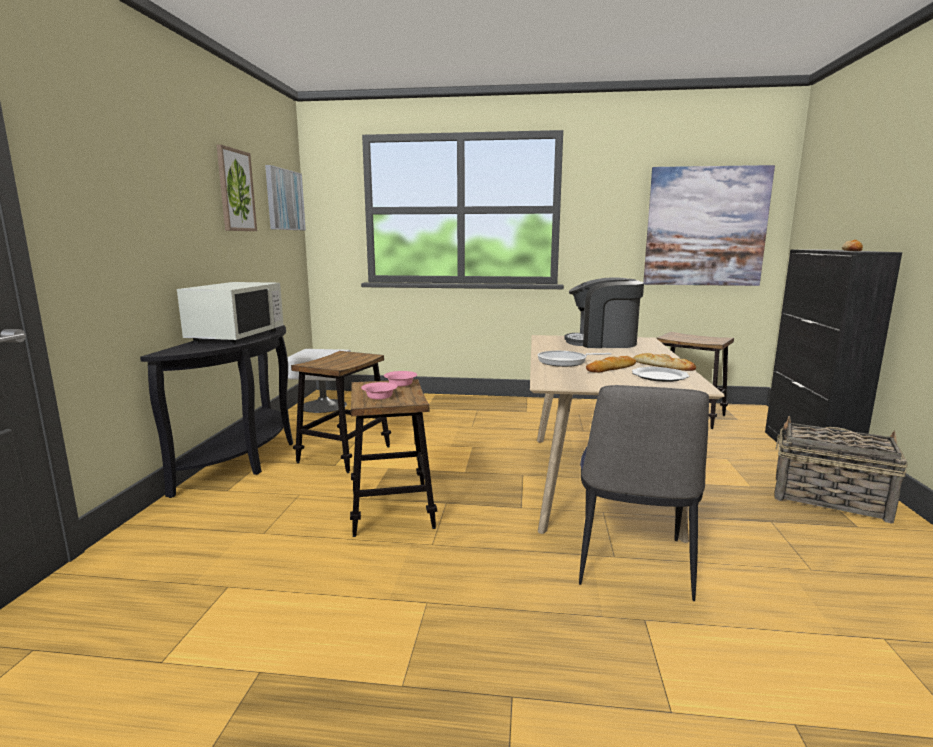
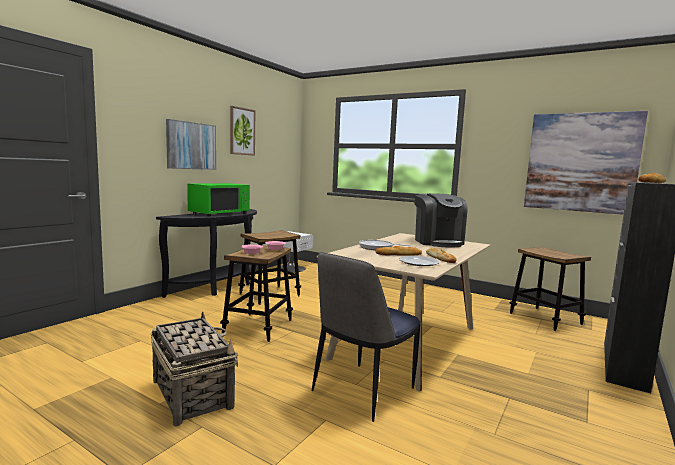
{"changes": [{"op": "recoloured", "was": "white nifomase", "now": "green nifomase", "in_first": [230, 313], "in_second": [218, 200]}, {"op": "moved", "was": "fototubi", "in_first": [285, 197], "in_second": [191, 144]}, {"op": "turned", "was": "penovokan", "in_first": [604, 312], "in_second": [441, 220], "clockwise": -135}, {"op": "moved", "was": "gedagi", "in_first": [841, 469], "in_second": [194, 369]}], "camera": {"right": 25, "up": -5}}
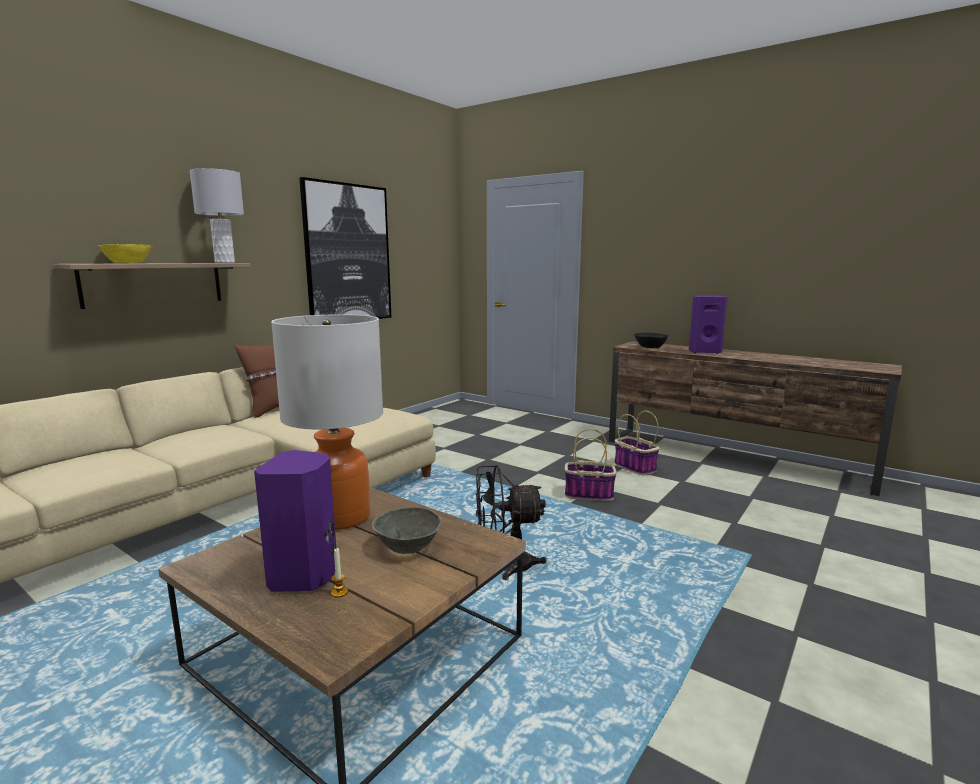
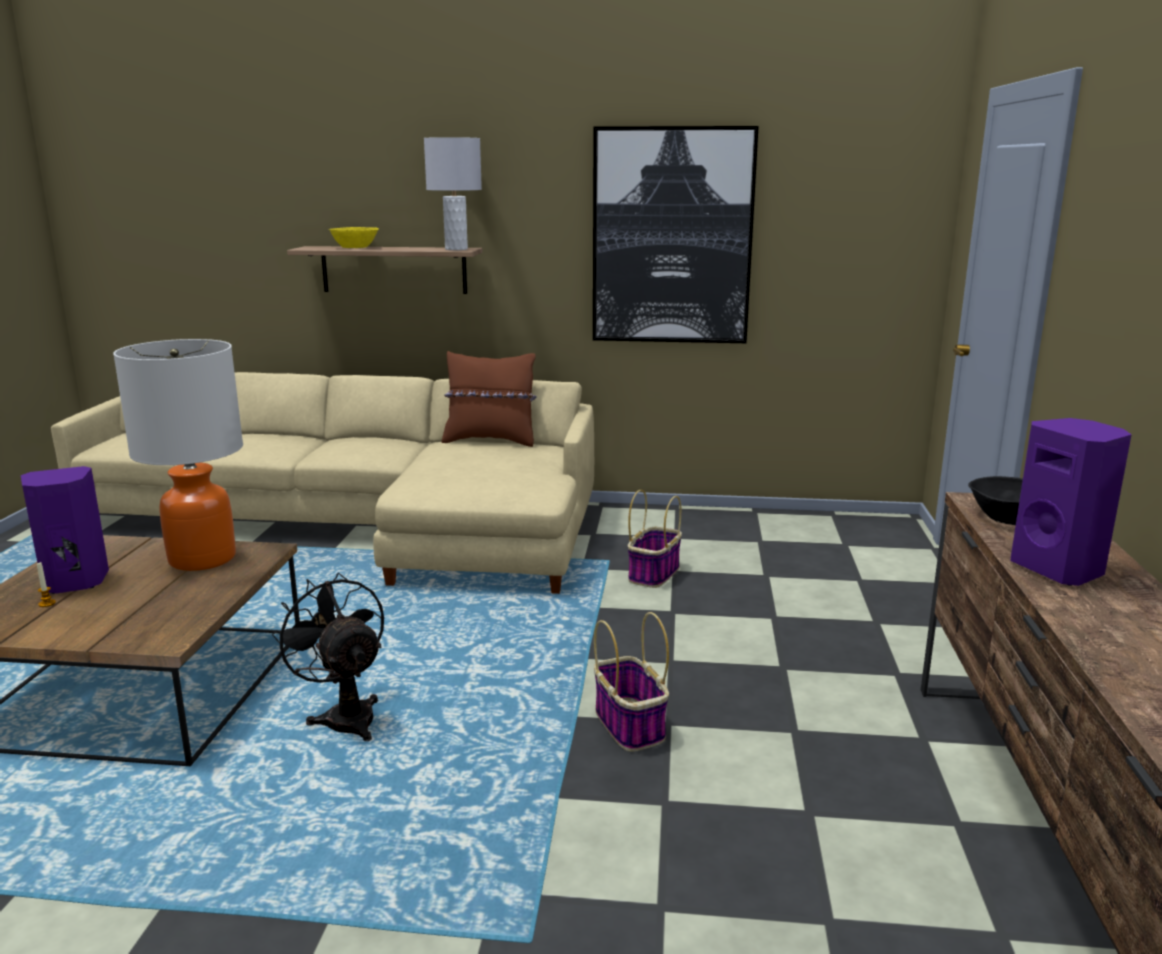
{"changes": [{"op": "removed", "was": "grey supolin", "in_first": [407, 530]}, {"op": "moved", "was": "gedagi", "in_first": [637, 443], "in_second": [655, 539]}], "camera": {"right": 60, "up": 5}}
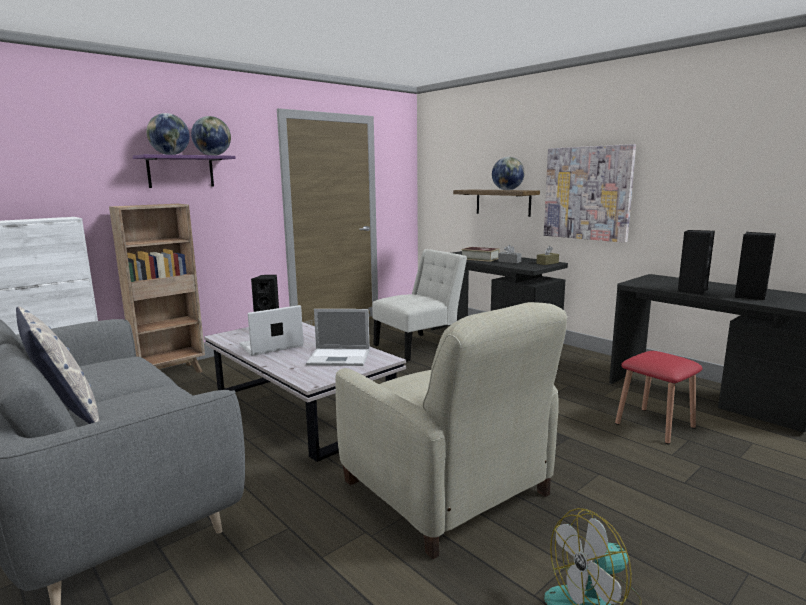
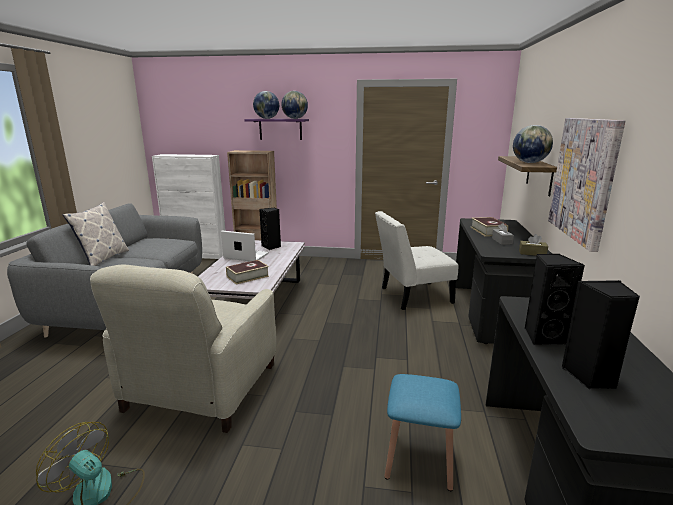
{"changes": [{"op": "replaced", "was": "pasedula", "now": "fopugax", "in_first": [337, 337], "in_second": [247, 272]}, {"op": "turned", "was": "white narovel", "in_first": [419, 305], "in_second": [416, 260], "clockwise": 150}, {"op": "recoloured", "was": "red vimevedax", "now": "blue vimevedax", "in_first": [659, 397], "in_second": [422, 432]}], "camera": {"right": 50, "up": 5}}
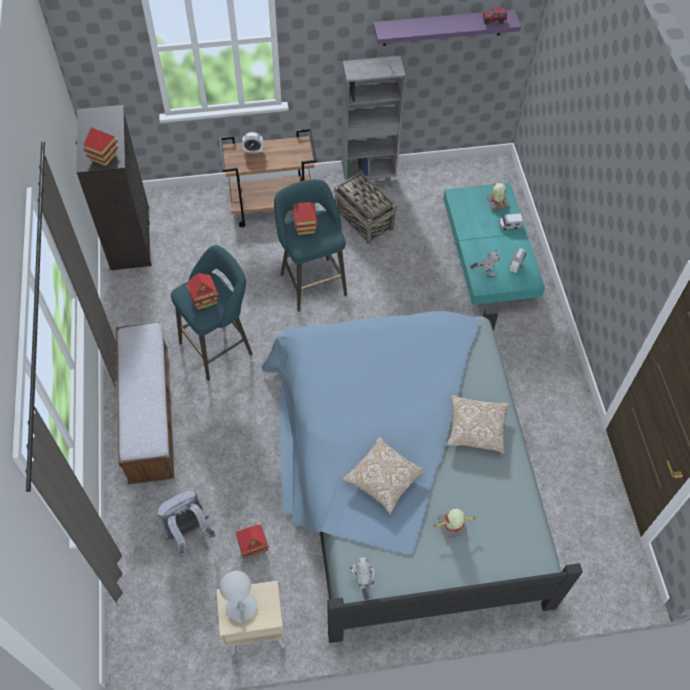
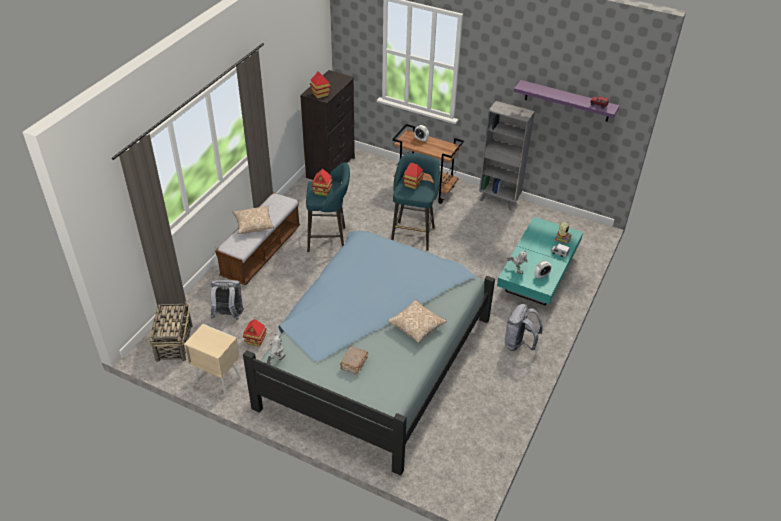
{"changes": [{"op": "removed", "was": "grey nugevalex", "in_first": [238, 596]}, {"op": "moved", "was": "gedagi", "in_first": [366, 207], "in_second": [171, 331]}, {"op": "moved", "was": "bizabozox", "in_first": [383, 476], "in_second": [253, 220]}, {"op": "replaced", "was": "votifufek", "now": "brown fopugax", "in_first": [454, 524], "in_second": [354, 360]}, {"op": "added", "now": "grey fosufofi", "in_second": [524, 327]}], "camera": {"right": 35, "up": -15}}
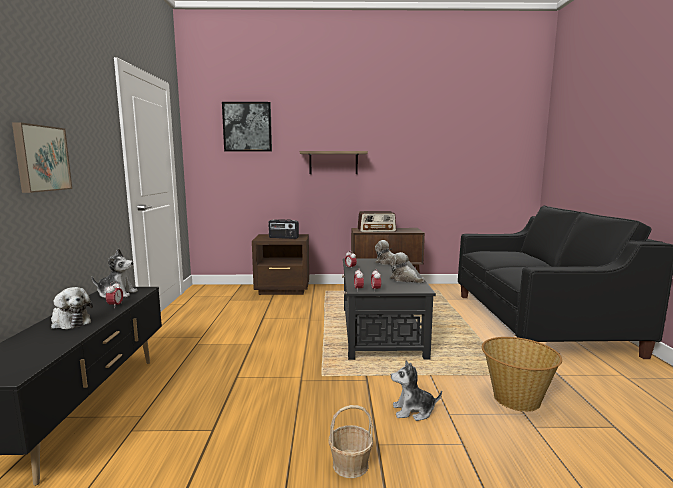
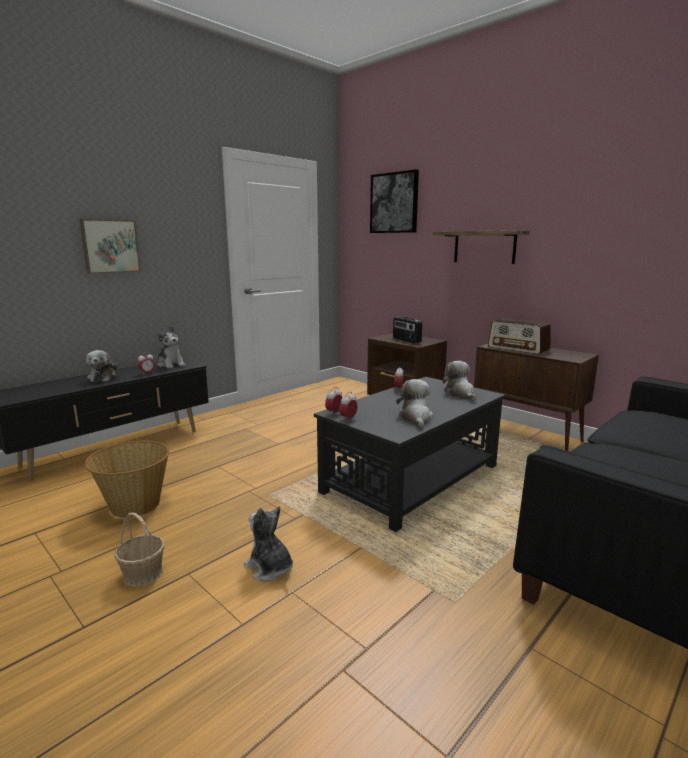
{"changes": [{"op": "moved", "was": "gedagi", "in_first": [522, 374], "in_second": [126, 479]}], "camera": {"right": 45, "up": 5}}
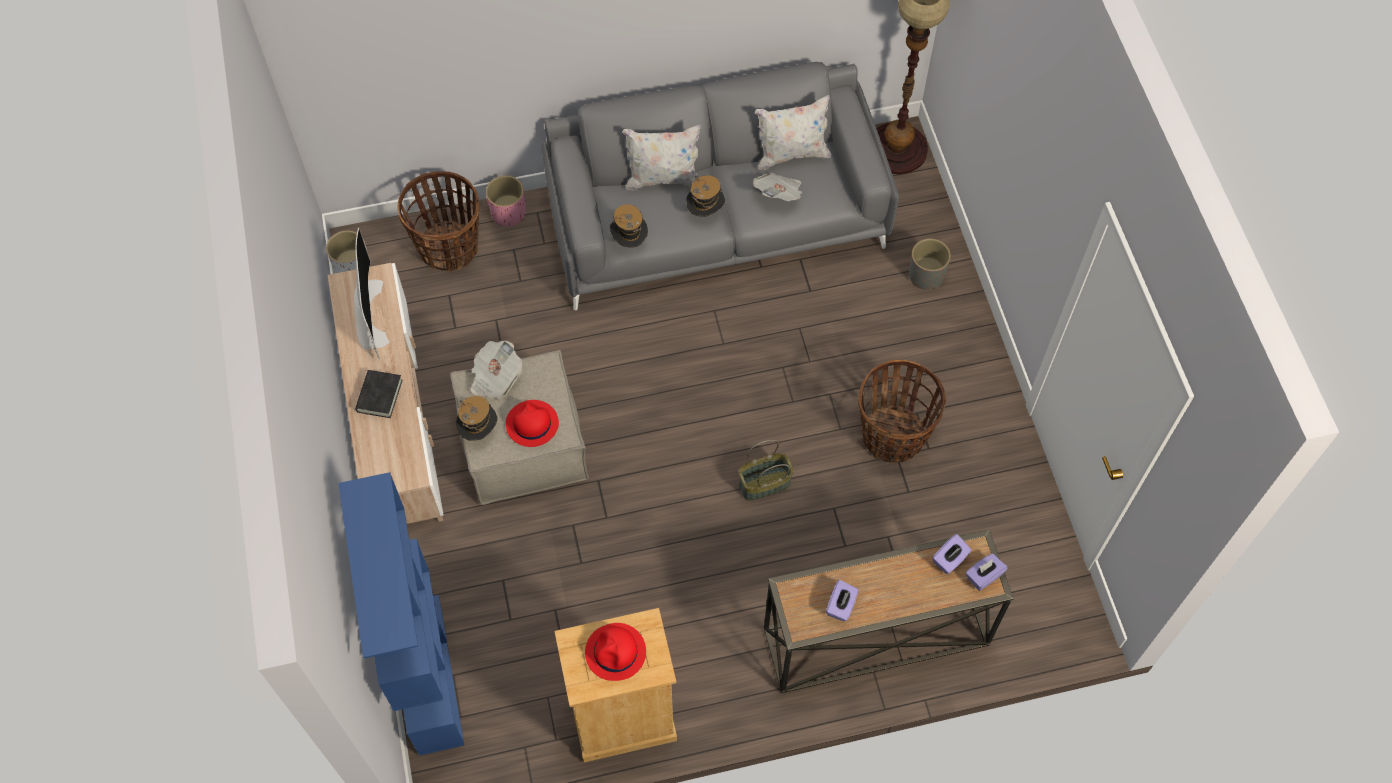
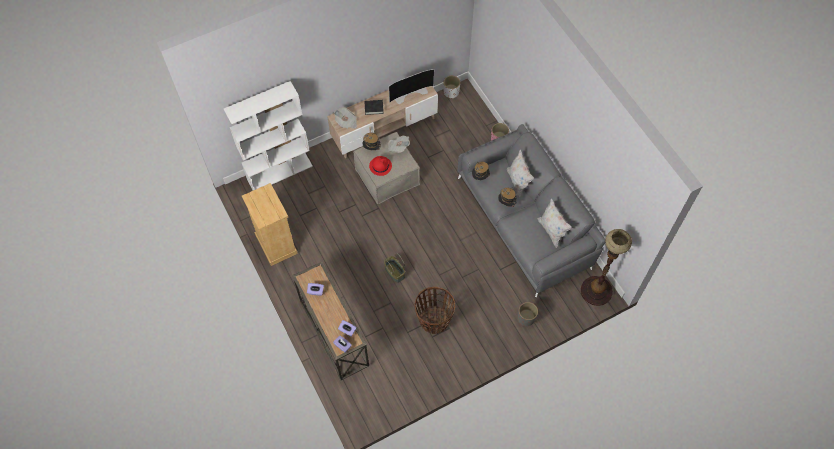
{"changes": [{"op": "recoloured", "was": "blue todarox", "now": "white todarox", "in_first": [401, 614], "in_second": [268, 135]}, {"op": "removed", "was": "gedagi", "in_first": [439, 221]}, {"op": "removed", "was": "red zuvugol", "in_first": [615, 652]}, {"op": "moved", "was": "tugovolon", "in_first": [777, 187], "in_second": [345, 118]}], "camera": {"right": 75, "up": 0}}
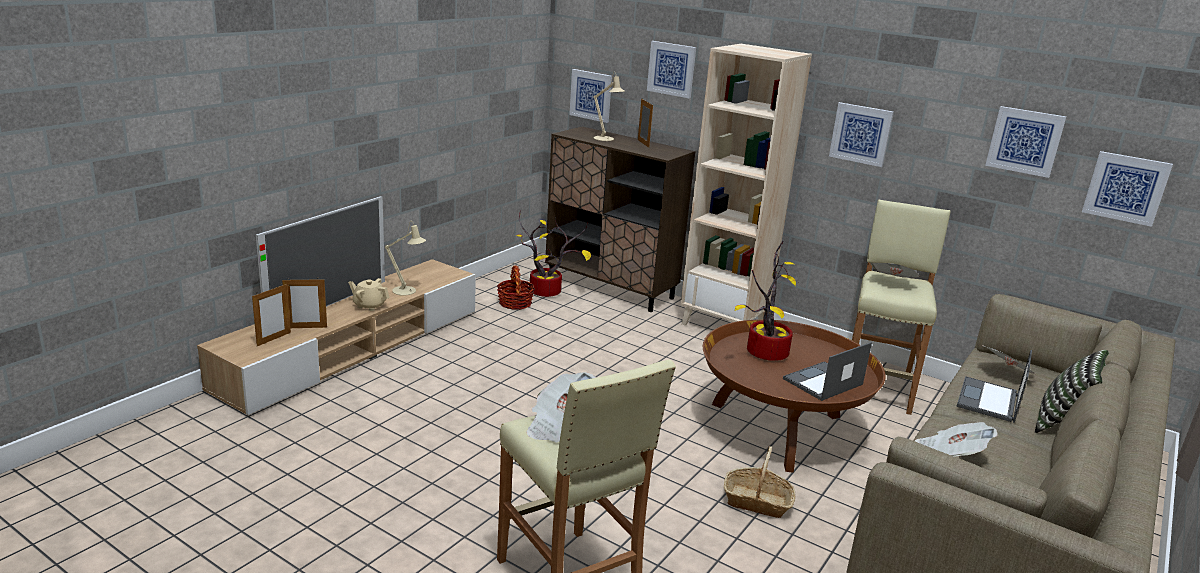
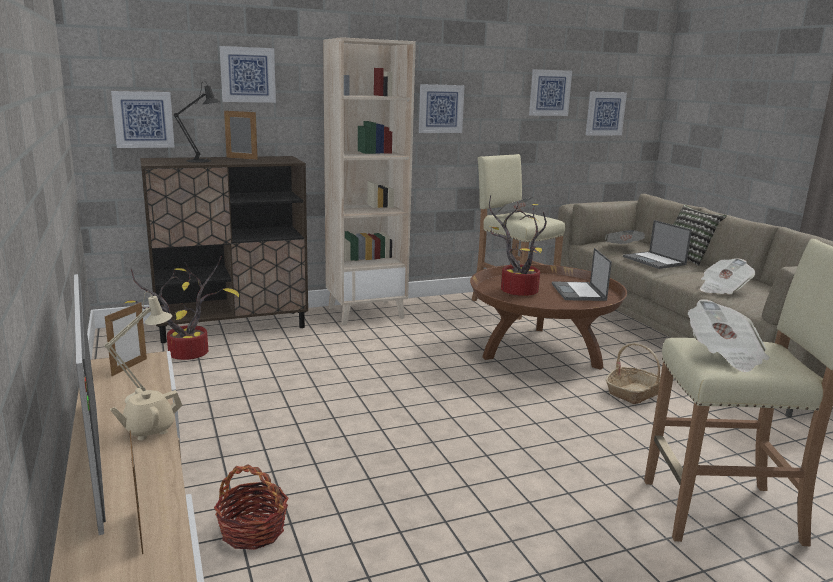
{"changes": [{"op": "moved", "was": "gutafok", "in_first": [304, 303], "in_second": [126, 339]}, {"op": "moved", "was": "gedagi", "in_first": [516, 287], "in_second": [251, 507]}, {"op": "recoloured", "was": "beige nugevalex", "now": "black nugevalex", "in_first": [609, 106], "in_second": [197, 122]}], "camera": {"right": -55, "up": -5}}
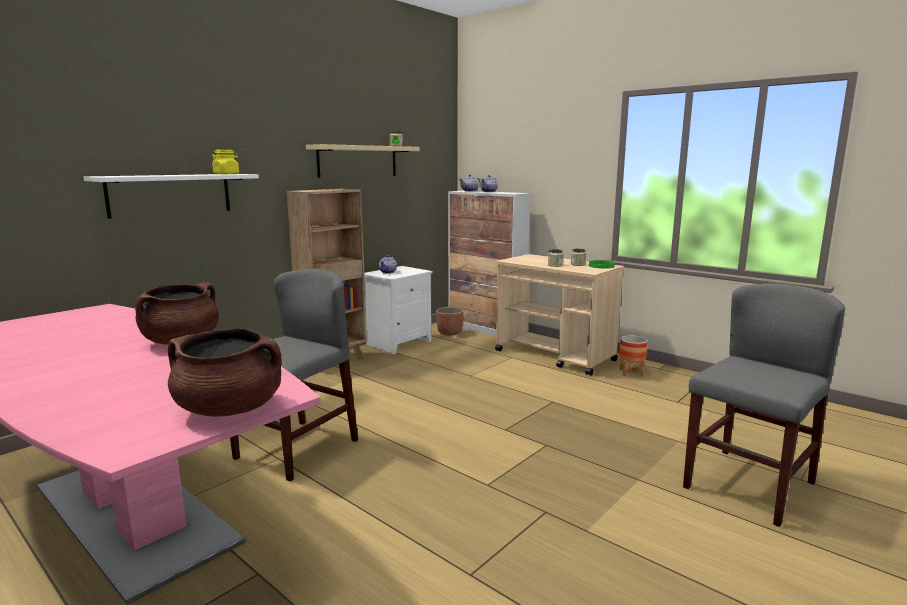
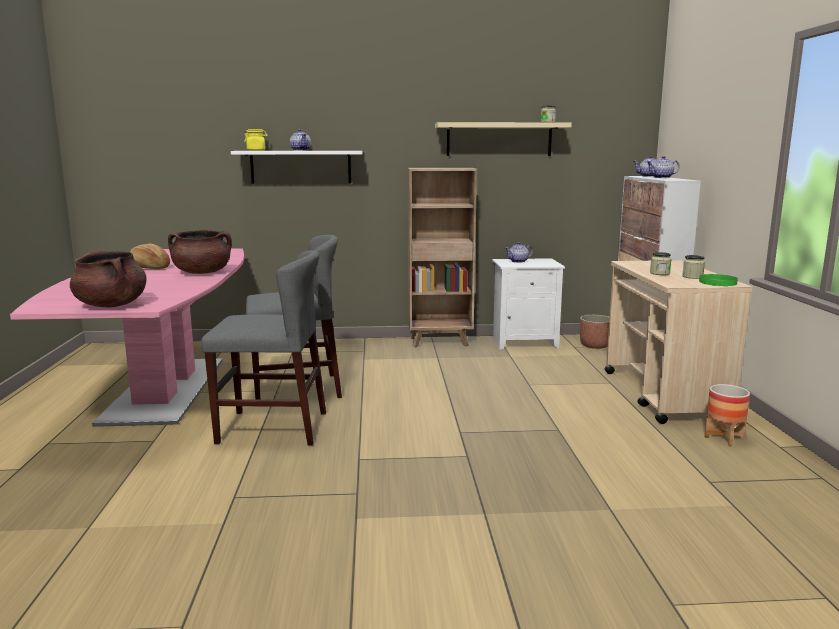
{"changes": [{"op": "moved", "was": "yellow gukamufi", "in_first": [225, 162], "in_second": [255, 140]}, {"op": "moved", "was": "grey narovel", "in_first": [764, 405], "in_second": [263, 348]}, {"op": "added", "now": "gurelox", "in_second": [150, 256]}, {"op": "added", "now": "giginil", "in_second": [300, 140]}], "camera": {"right": 45, "up": 0}}
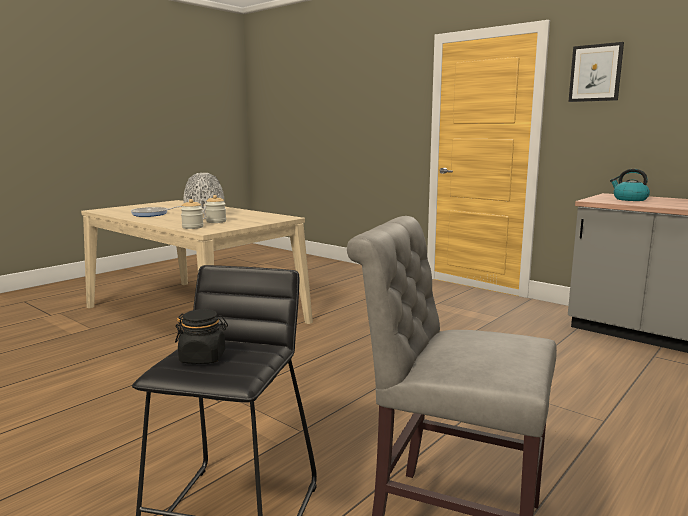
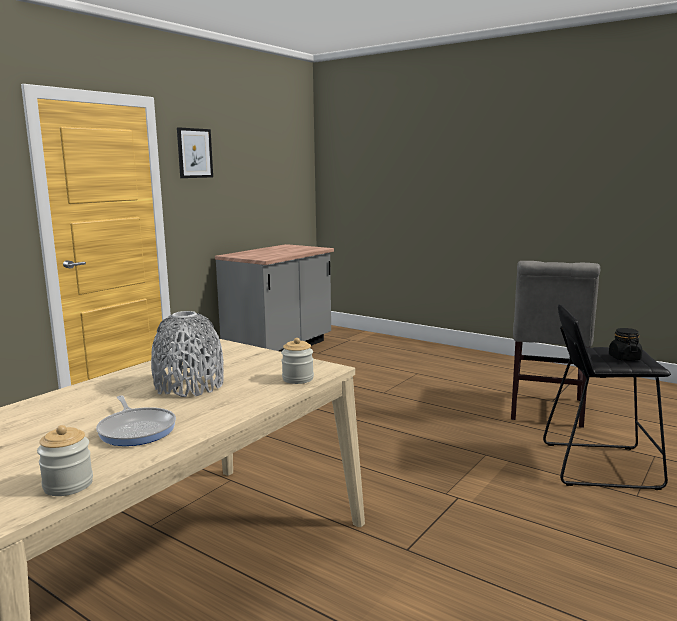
{"changes": [{"op": "moved", "was": "gukamufi", "in_first": [215, 209], "in_second": [65, 460]}, {"op": "removed", "was": "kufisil", "in_first": [630, 185]}], "camera": {"right": -95, "up": 0}}
